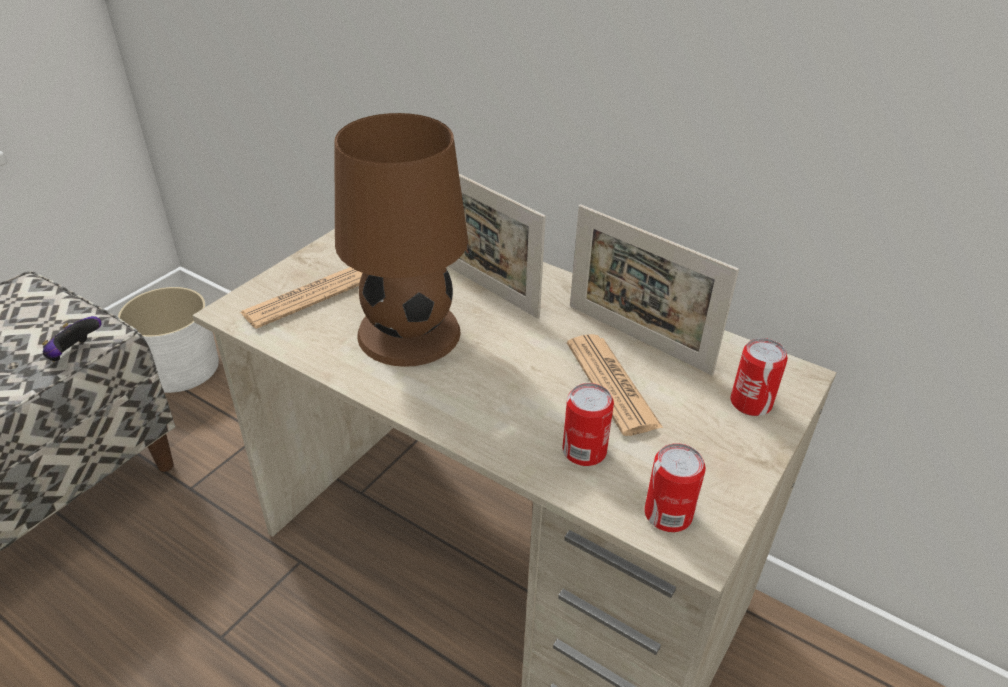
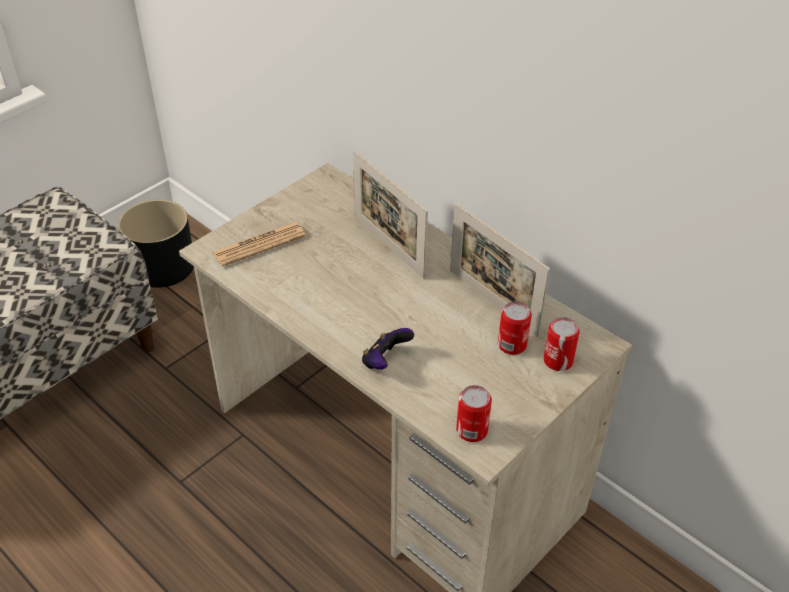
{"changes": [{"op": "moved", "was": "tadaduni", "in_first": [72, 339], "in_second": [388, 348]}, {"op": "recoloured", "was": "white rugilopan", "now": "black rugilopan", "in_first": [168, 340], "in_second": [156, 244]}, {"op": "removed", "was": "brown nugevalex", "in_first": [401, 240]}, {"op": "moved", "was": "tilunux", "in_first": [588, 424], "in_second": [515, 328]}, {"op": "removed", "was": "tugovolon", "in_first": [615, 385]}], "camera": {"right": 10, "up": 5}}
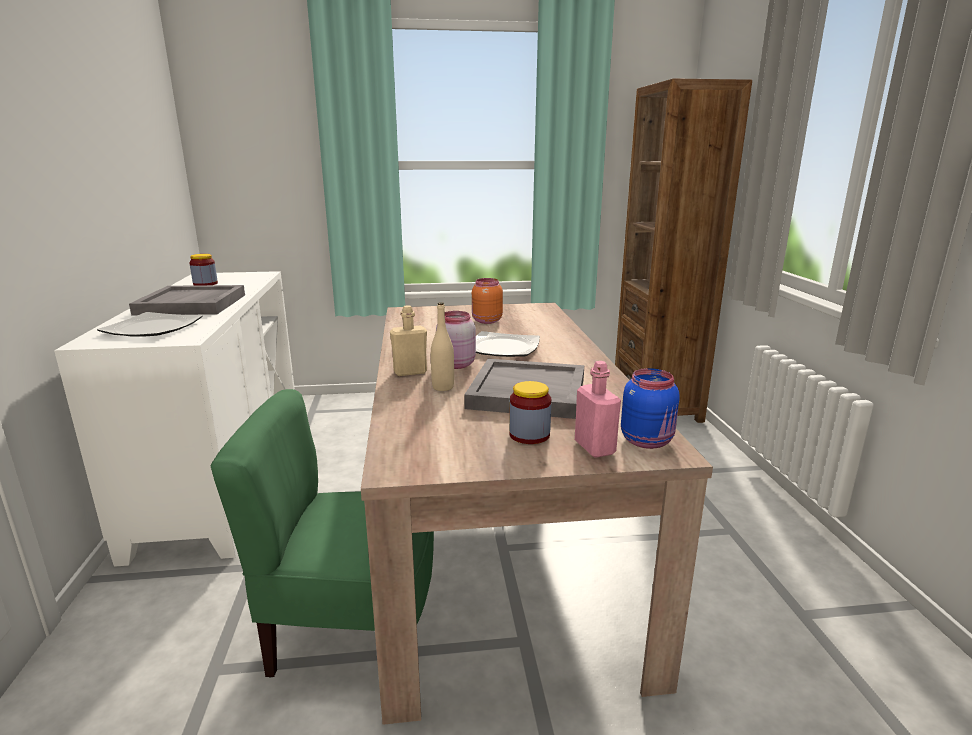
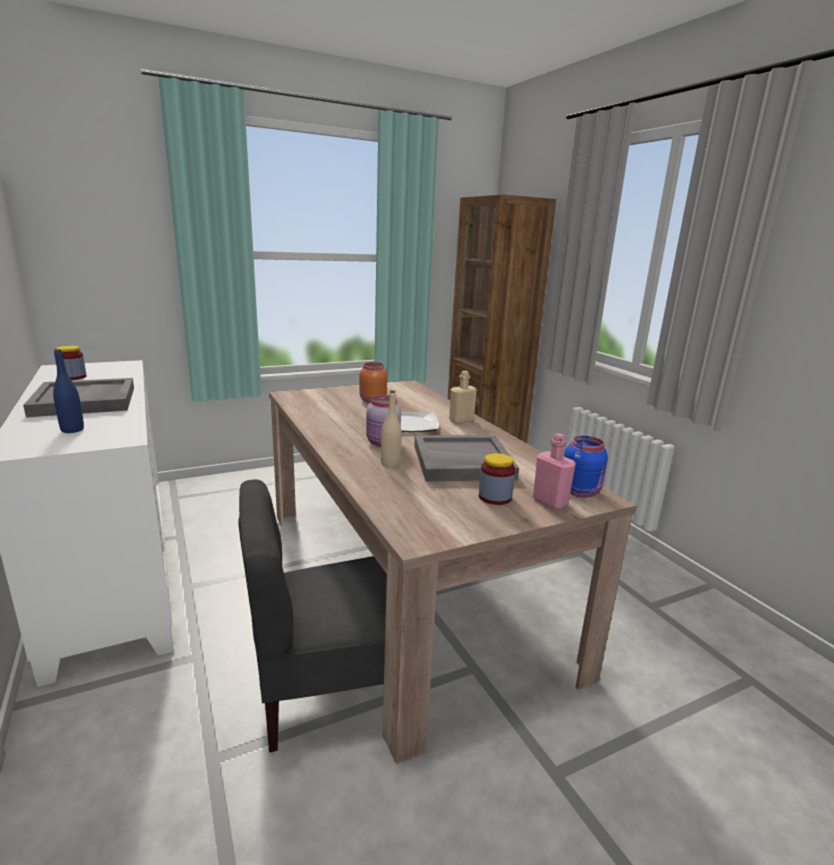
{"changes": [{"op": "replaced", "was": "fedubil", "now": "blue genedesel", "in_first": [150, 324], "in_second": [68, 391]}, {"op": "recoloured", "was": "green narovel", "now": "grey narovel", "in_first": [322, 533], "in_second": [312, 615]}, {"op": "moved", "was": "beige genedesel", "in_first": [408, 340], "in_second": [463, 397]}], "camera": {"right": -20, "up": 0}}
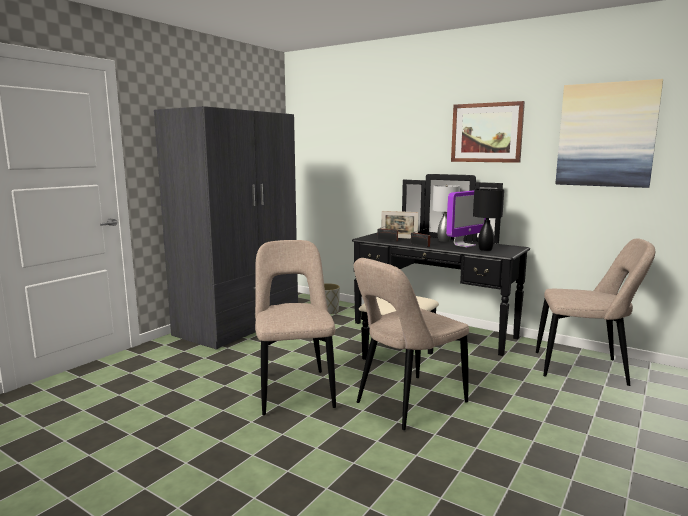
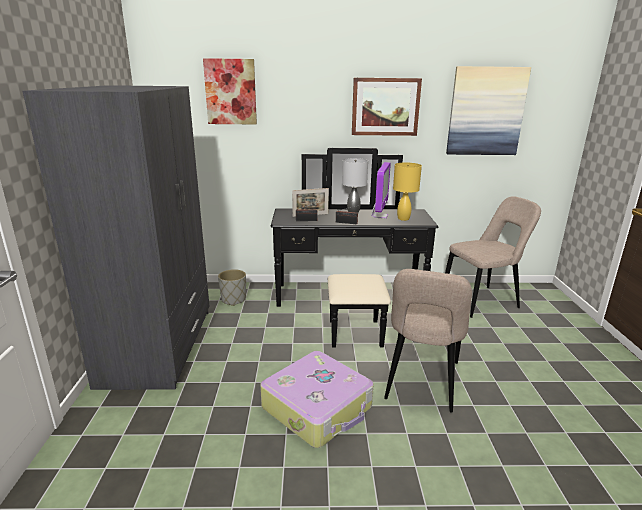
{"changes": [{"op": "replaced", "was": "beige narovel", "now": "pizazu", "in_first": [295, 327], "in_second": [317, 399]}, {"op": "recoloured", "was": "black nugevalex", "now": "yellow nugevalex", "in_first": [488, 219], "in_second": [407, 192]}, {"op": "added", "now": "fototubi", "in_second": [230, 91]}], "camera": {"right": -35, "up": 10}}
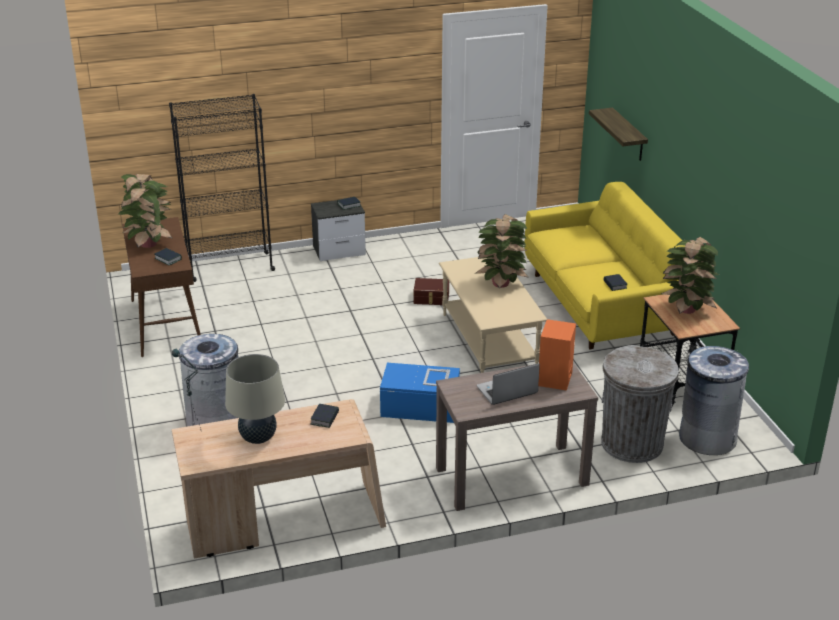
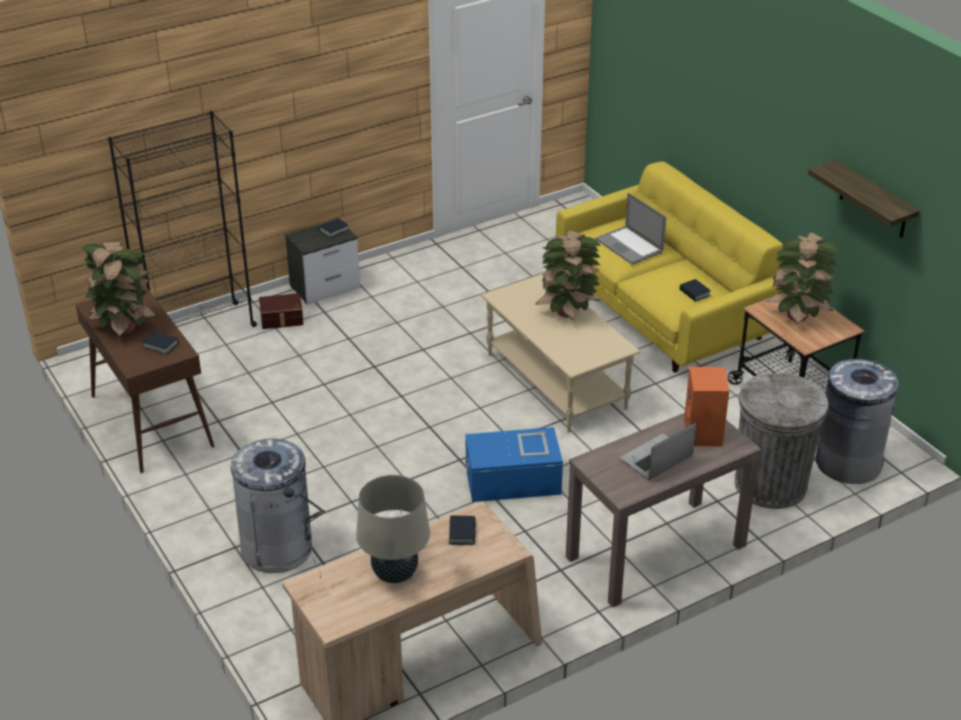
{"changes": [{"op": "moved", "was": "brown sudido", "in_first": [431, 291], "in_second": [281, 311]}, {"op": "moved", "was": "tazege", "in_first": [618, 134], "in_second": [863, 199]}, {"op": "added", "now": "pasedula", "in_second": [630, 229]}], "camera": {"right": -15, "up": 5}}
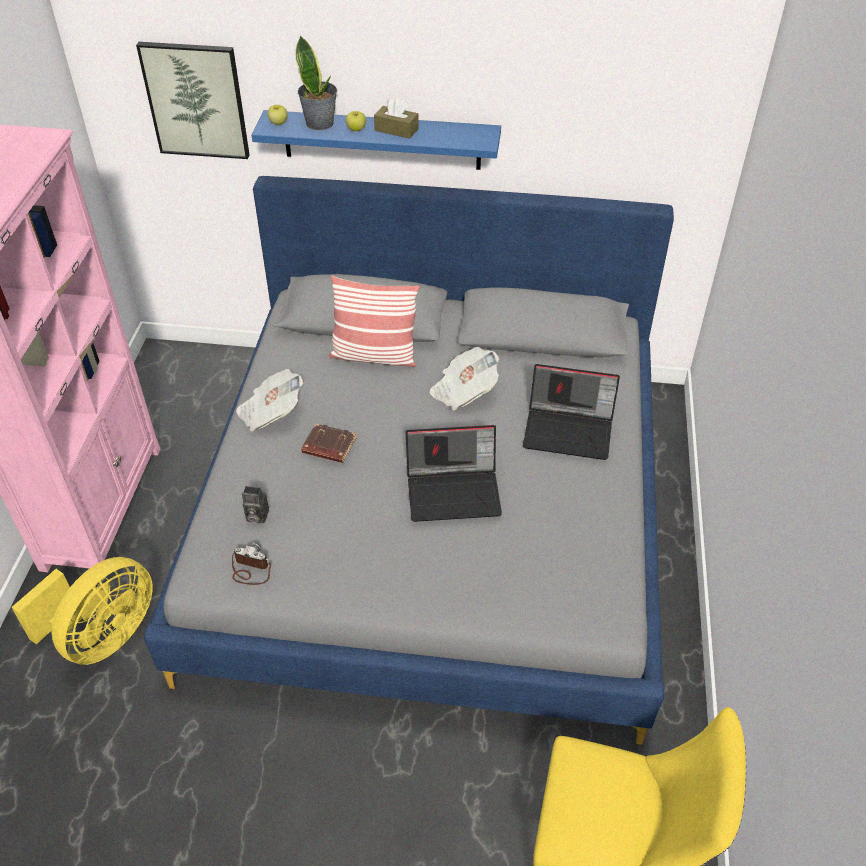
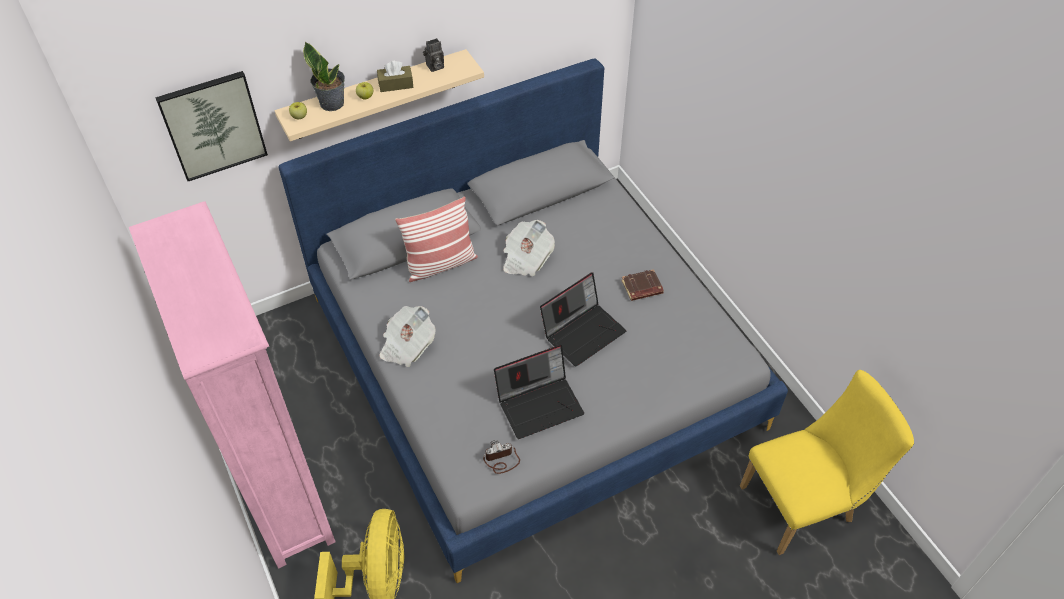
{"changes": [{"op": "moved", "was": "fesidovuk", "in_first": [255, 504], "in_second": [433, 55]}, {"op": "recoloured", "was": "blue tazege", "now": "beige tazege", "in_first": [376, 140], "in_second": [379, 95]}, {"op": "moved", "was": "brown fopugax", "in_first": [328, 443], "in_second": [642, 285]}, {"op": "moved", "was": "pasedula", "in_first": [571, 412], "in_second": [539, 392]}], "camera": {"right": -35, "up": 5}}
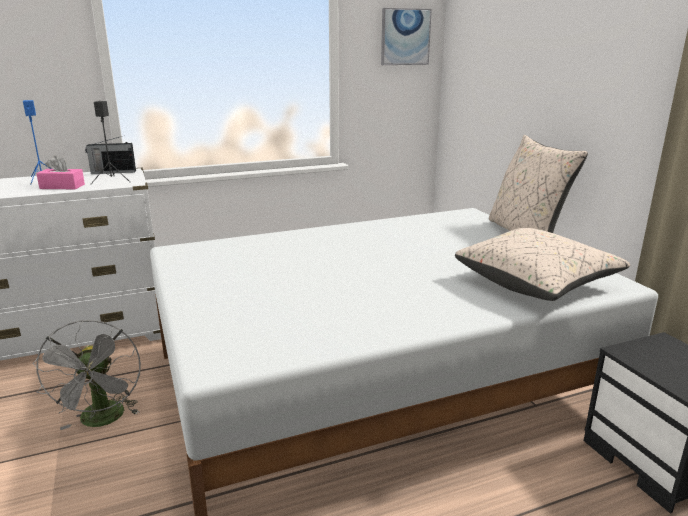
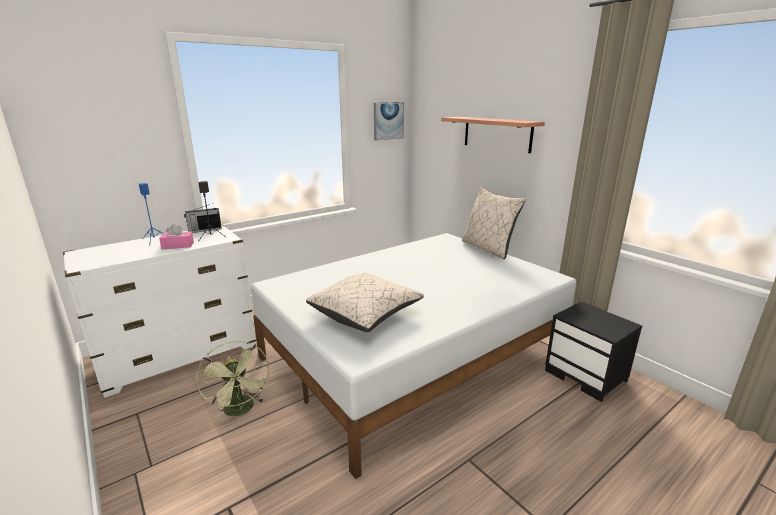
{"changes": [{"op": "recoloured", "was": "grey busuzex", "now": "green busuzex", "in_first": [86, 374], "in_second": [233, 381]}, {"op": "moved", "was": "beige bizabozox", "in_first": [542, 264], "in_second": [365, 302]}, {"op": "added", "now": "tazege", "in_second": [493, 135]}], "camera": {"right": -15, "up": 0}}
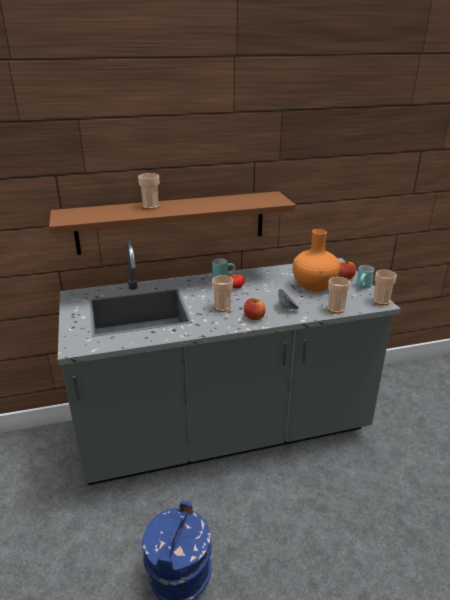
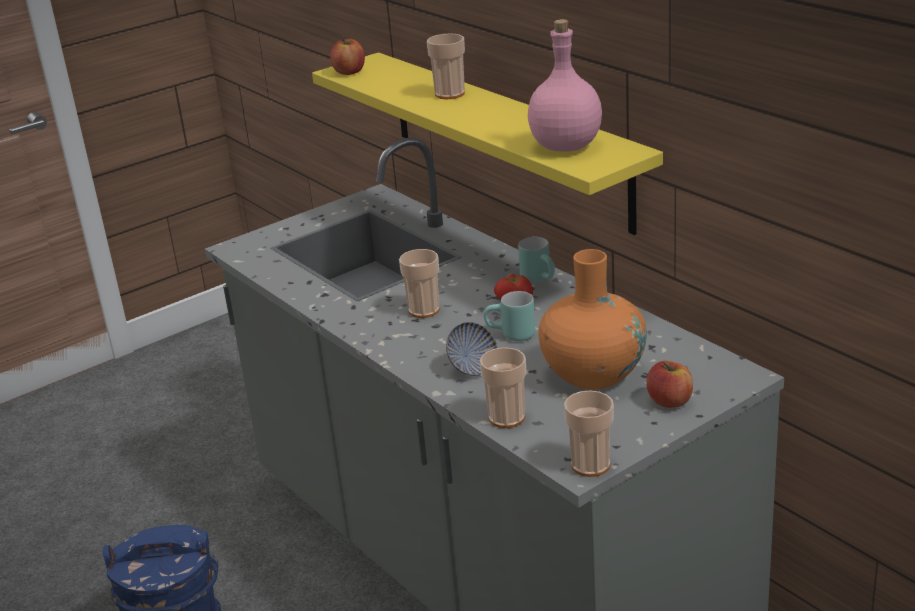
{"changes": [{"op": "recoloured", "was": "brown tazege", "now": "yellow tazege", "in_first": [172, 223], "in_second": [487, 143]}, {"op": "moved", "was": "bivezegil", "in_first": [255, 309], "in_second": [347, 56]}, {"op": "moved", "was": "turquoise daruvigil", "in_first": [365, 276], "in_second": [509, 316]}, {"op": "added", "now": "pink genedesel", "in_second": [565, 85]}], "camera": {"right": 70, "up": 0}}
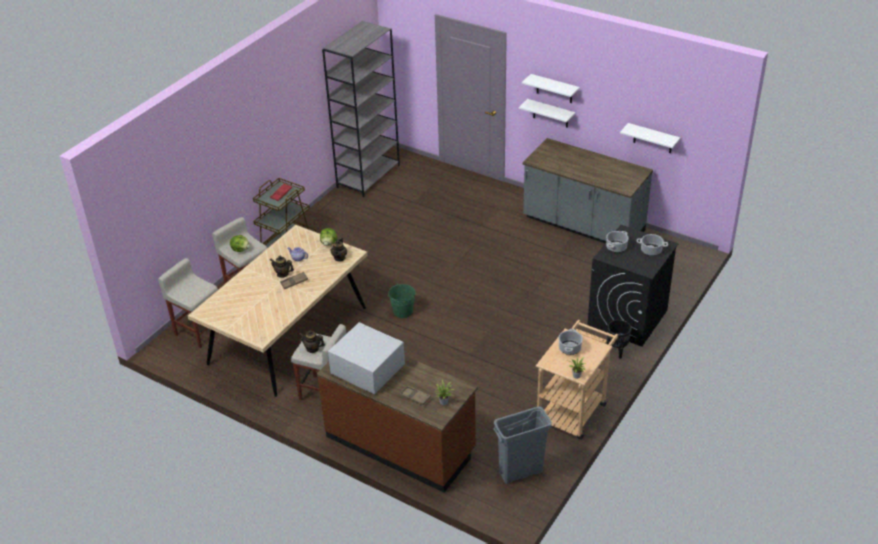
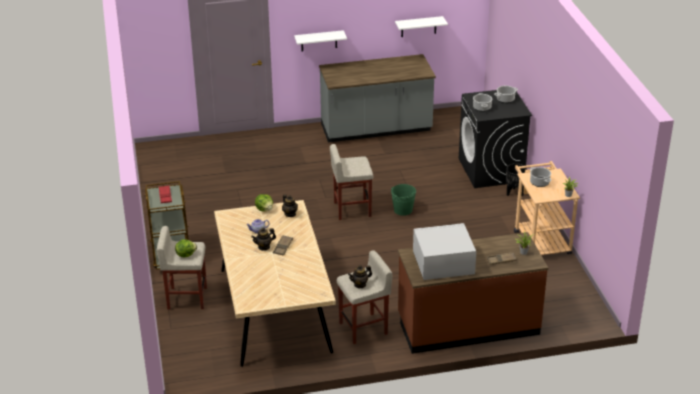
{"changes": [{"op": "moved", "was": "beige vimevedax", "in_first": [188, 303], "in_second": [351, 182]}, {"op": "removed", "was": "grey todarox", "in_first": [361, 109]}, {"op": "moved", "was": "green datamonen", "in_first": [402, 300], "in_second": [403, 200]}, {"op": "removed", "was": "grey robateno", "in_first": [522, 445]}, {"op": "removed", "was": "white tazege", "in_first": [551, 88]}], "camera": {"right": -45, "up": -5}}
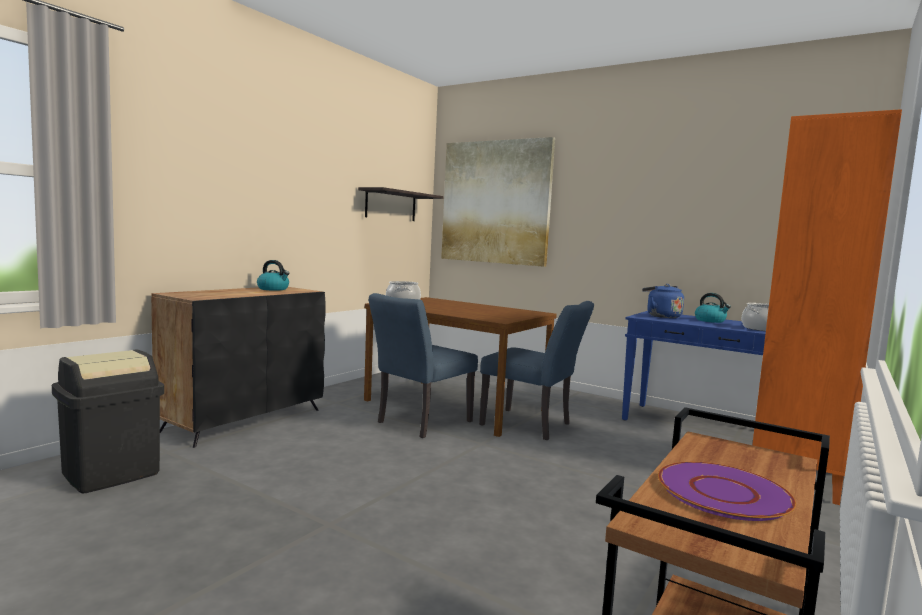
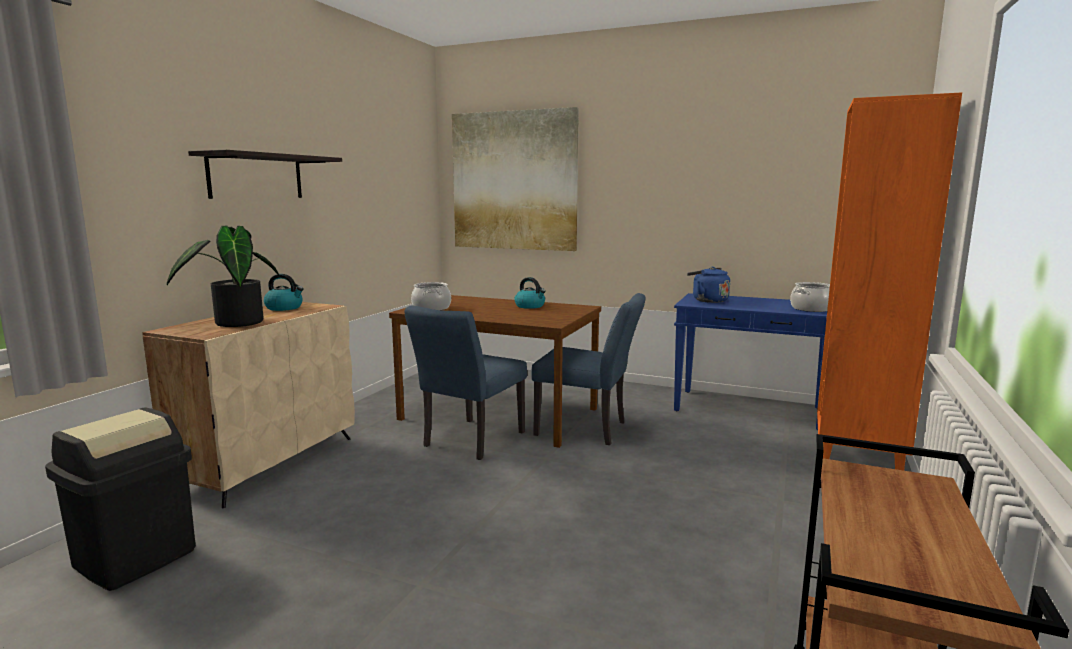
{"changes": [{"op": "recoloured", "was": "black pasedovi", "now": "beige pasedovi", "in_first": [238, 367], "in_second": [248, 405]}, {"op": "moved", "was": "tazege", "in_first": [401, 204], "in_second": [265, 174]}, {"op": "removed", "was": "purple fedubil", "in_first": [727, 491]}, {"op": "moved", "was": "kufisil", "in_first": [713, 308], "in_second": [530, 293]}, {"op": "added", "now": "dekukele", "in_second": [223, 276]}], "camera": {"right": -10, "up": 5}}
